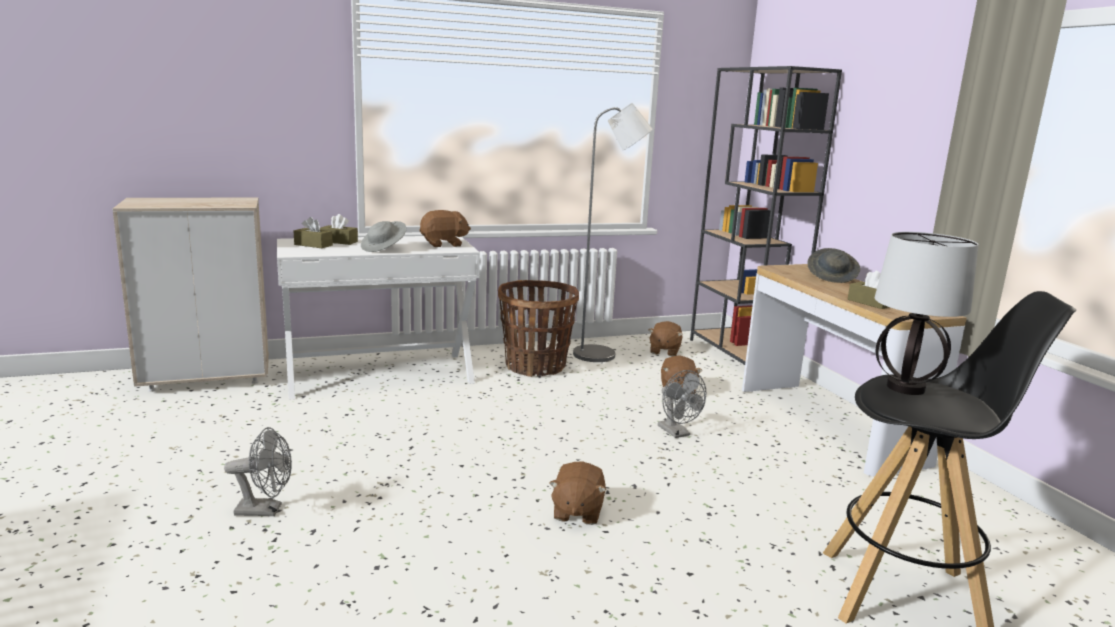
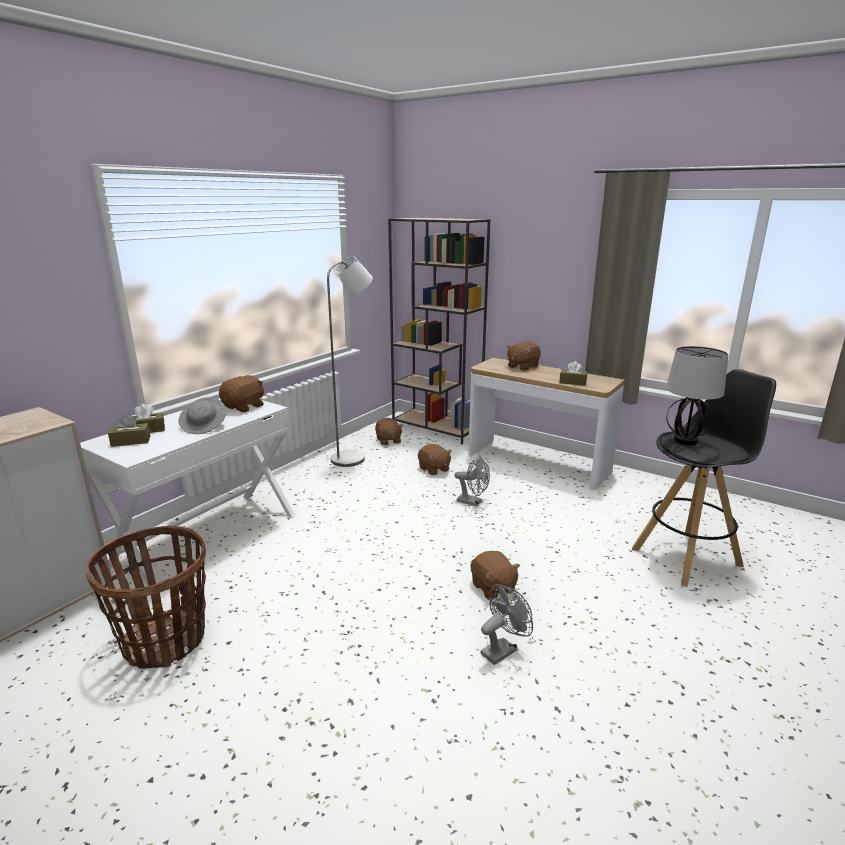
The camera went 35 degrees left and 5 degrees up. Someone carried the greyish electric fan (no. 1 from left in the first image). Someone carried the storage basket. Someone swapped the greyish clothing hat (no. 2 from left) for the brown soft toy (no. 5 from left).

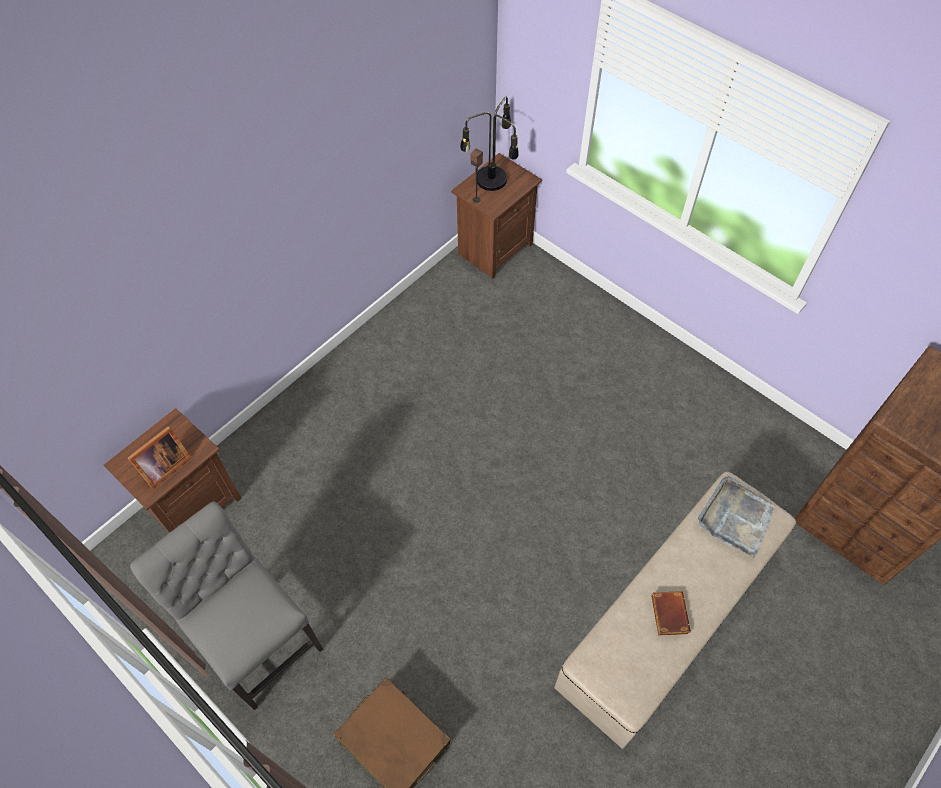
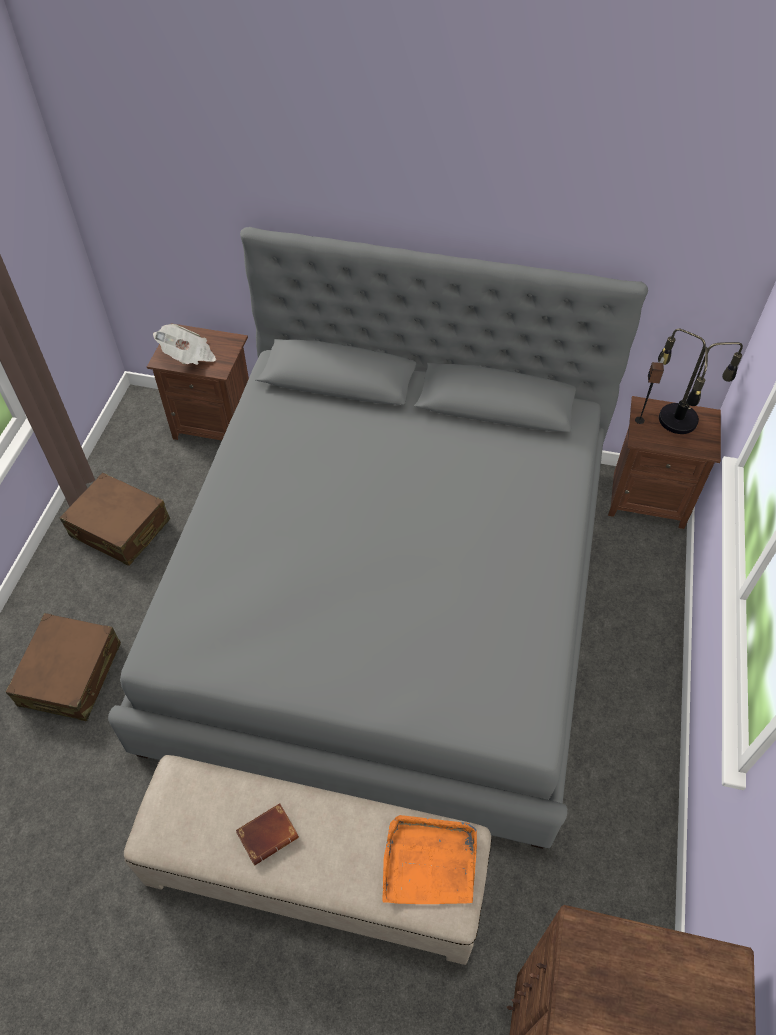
The camera went 60 degrees right and 5 degrees down. Someone swapped the picture frame for the daily paper. Someone swapped the greyish upright chair for the brown travel case (no. 2 from left). Someone repainted the greyish serving tray, which became the orangey serving tray. Someone put down the greyish bed.

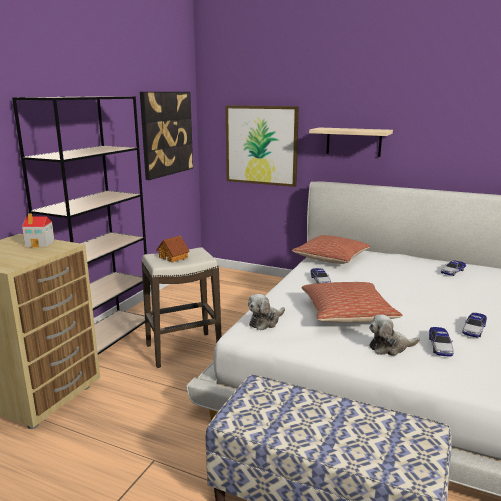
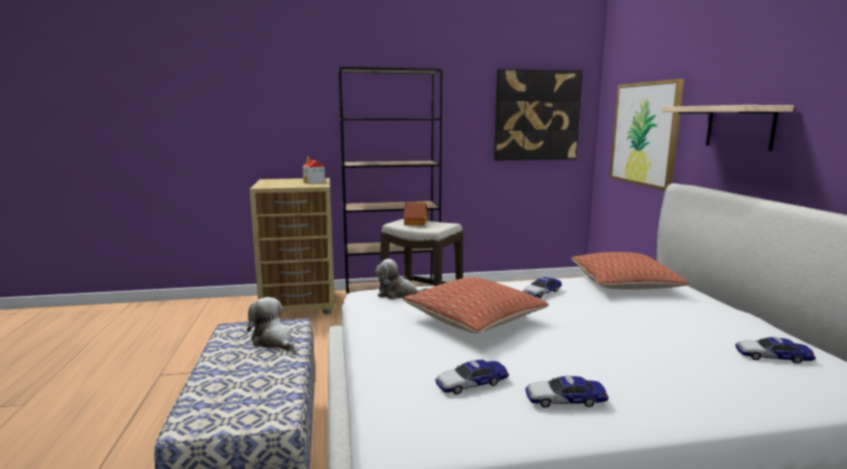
The camera went 55 degrees right and 5 degrees down. Someone carried the soft toy (no. 2 from left in the first image).

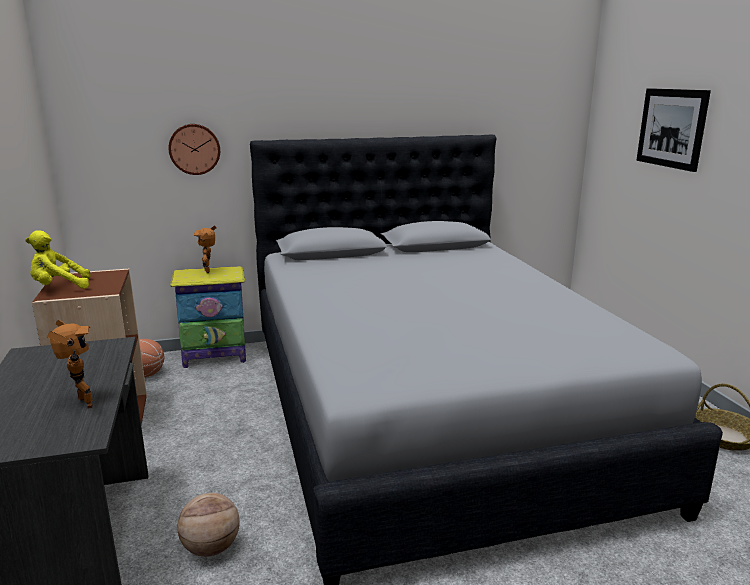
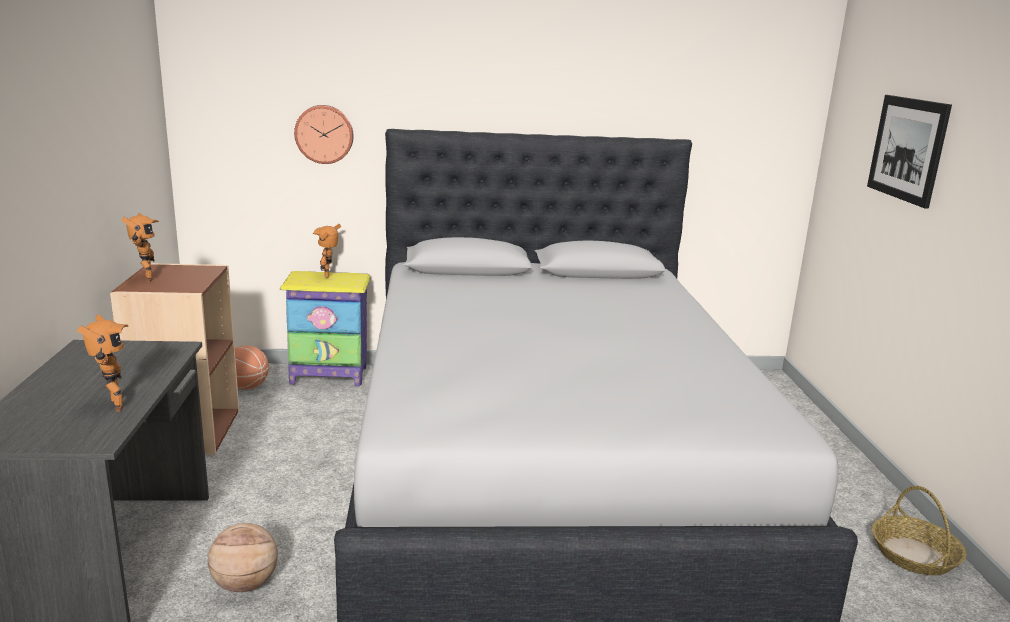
The camera went 10 degrees right and 0 degrees up. Someone swapped the yellow soft toy for the model robot (no. 2 from left).

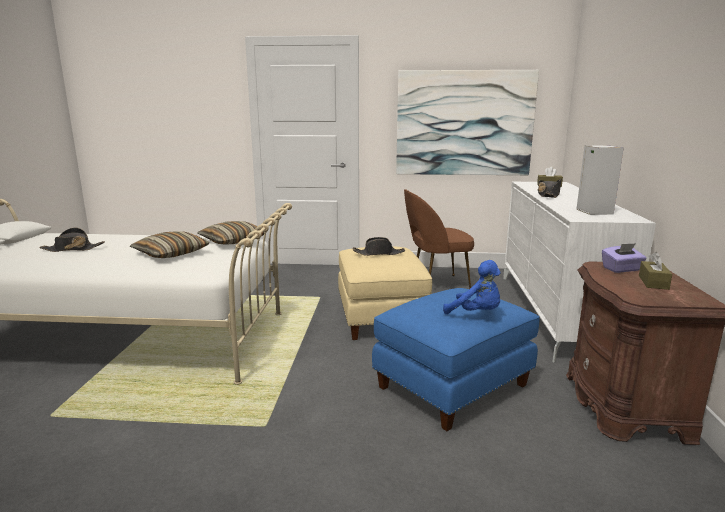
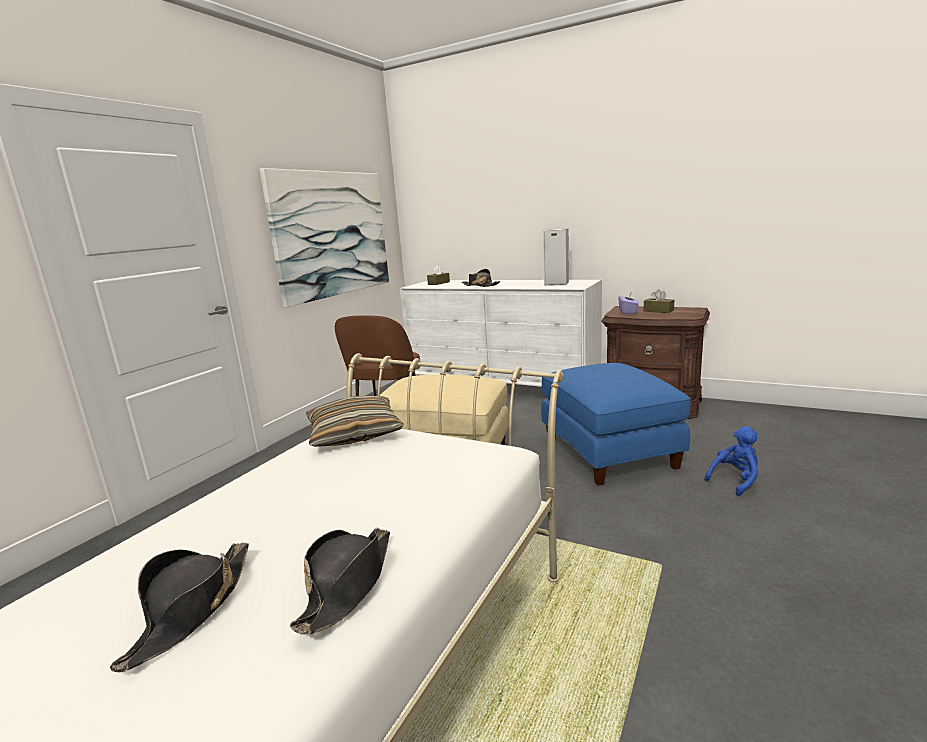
The camera went 65 degrees left and 0 degrees up. Someone took away the throw pillow (no. 1 from left). Someone carried the black clothing hat (no. 2 from left). Someone carried the bluish soft toy.

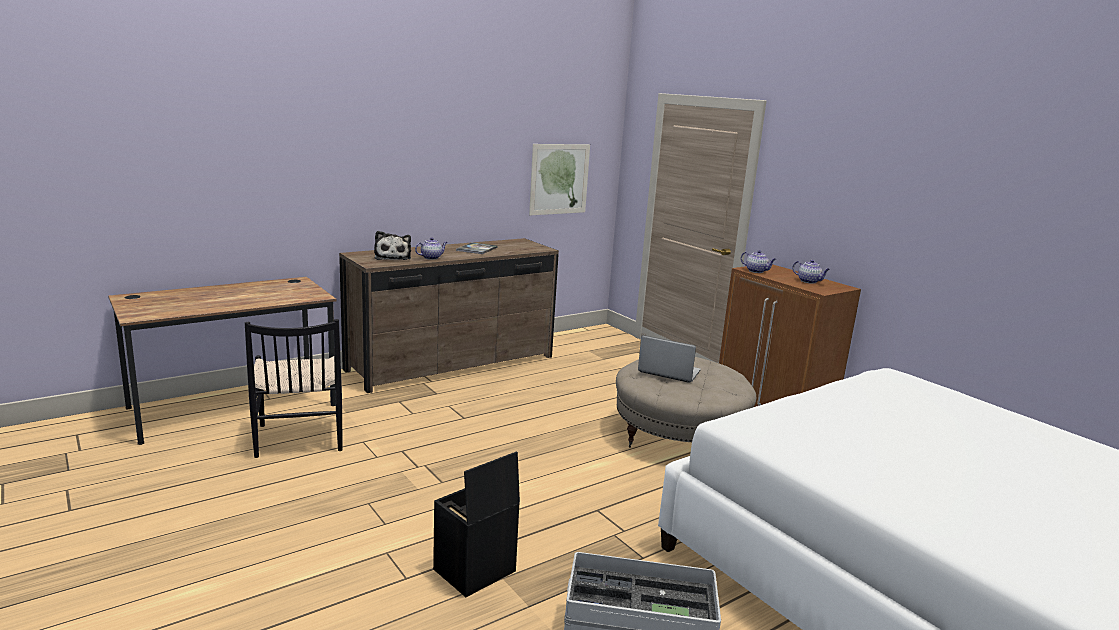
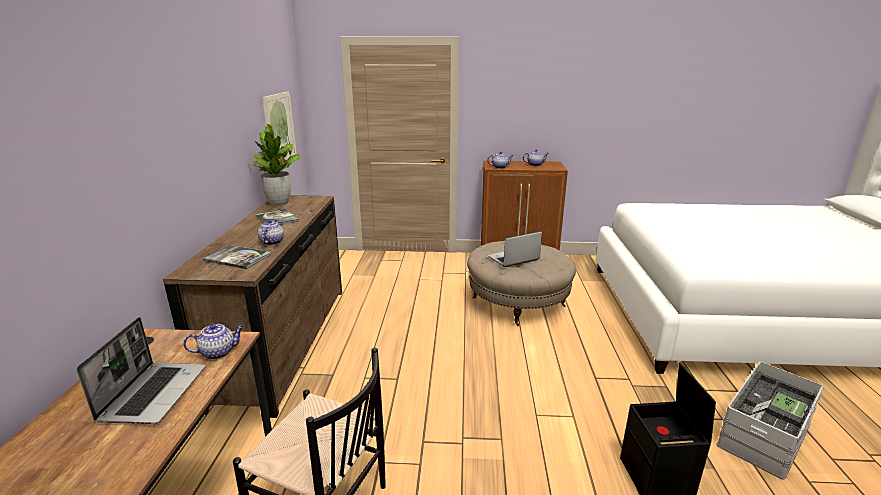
The camera went 50 degrees left and 5 degrees up. Someone swapped the soft toy for the book (no. 1 from left). Someone put down the portable computer (no. 1 from left). Someone put down the tea pot (no. 1 from left). Someone put down the houseplant.

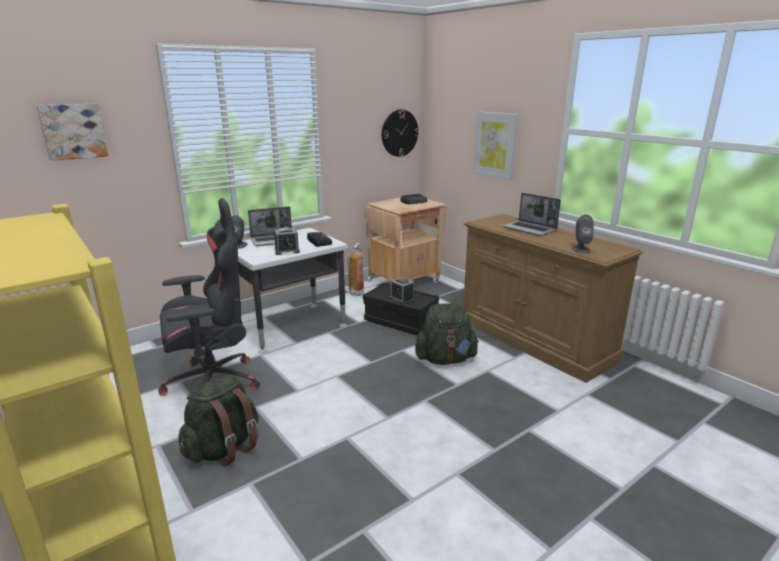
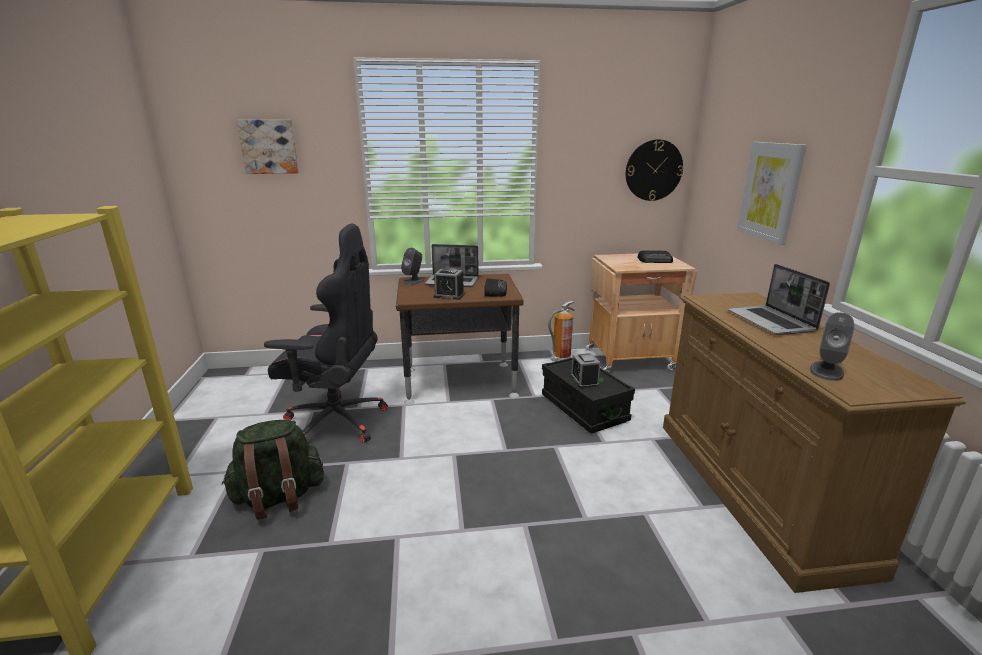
The camera went 30 degrees right and 0 degrees up. Someone repainted the whitish desk table, which became the brown desk table. Someone took away the green-coloured knapsack (no. 2 from left).

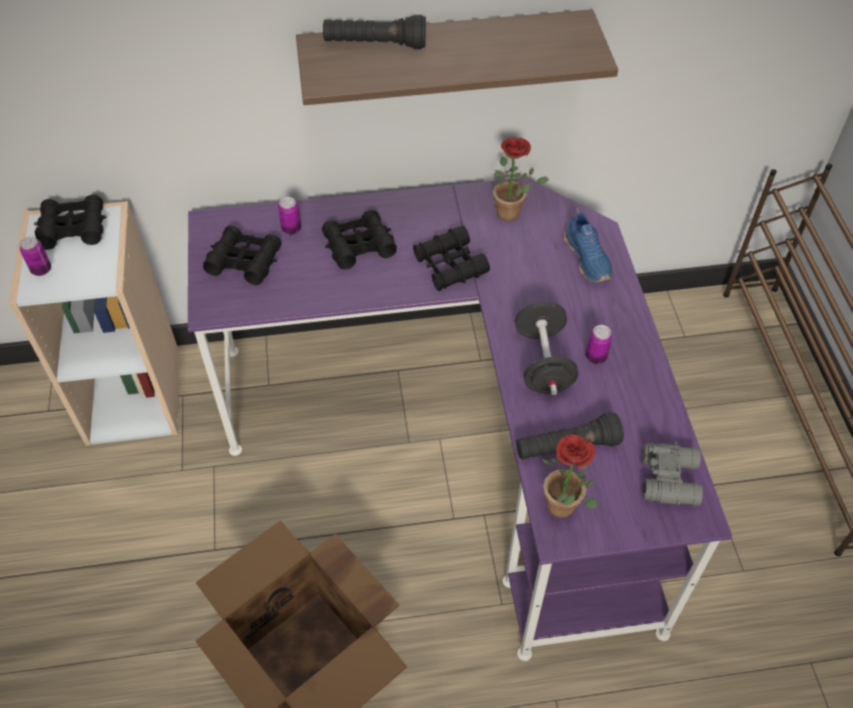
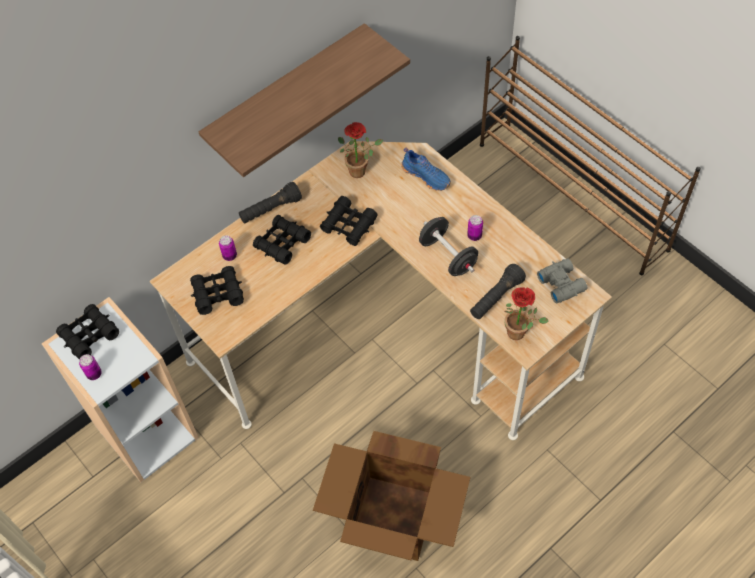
The camera went 30 degrees left and 5 degrees up. Someone repainted the purplish desk table, which became the beige-coloured desk table. Someone carried the black hand torch (no. 1 from left).

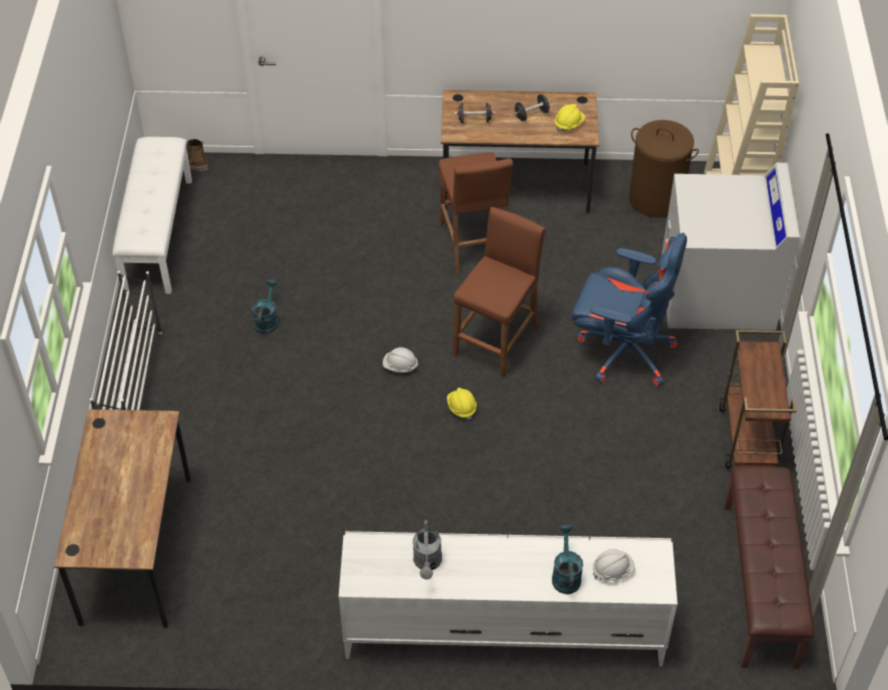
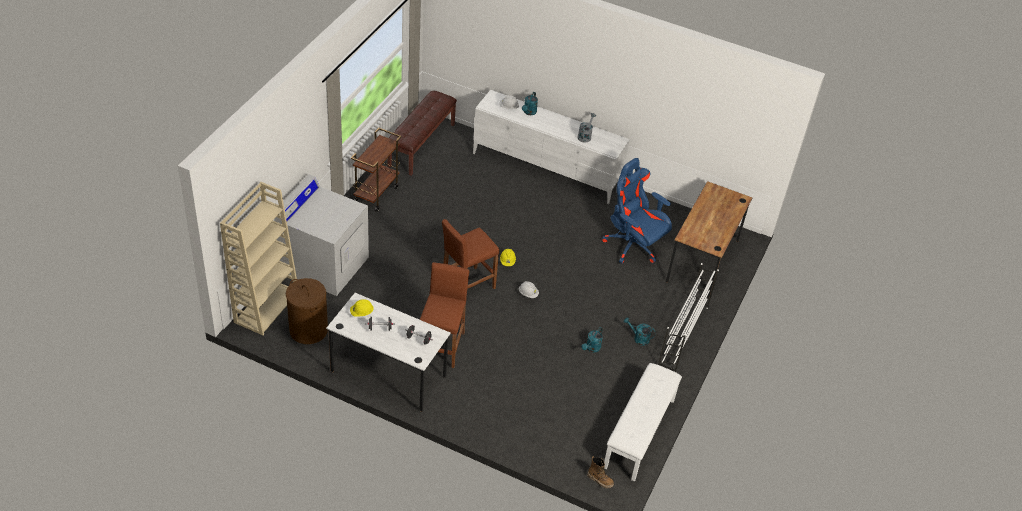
The camera went 160 degrees left and 5 degrees down. Someone repainted the brown desk table (no. 2 from left), which became the whitish desk table. Someone carried the bluish desk chair. Someone put down the turquoise-coloured sprinkling can (no. 3 from left).

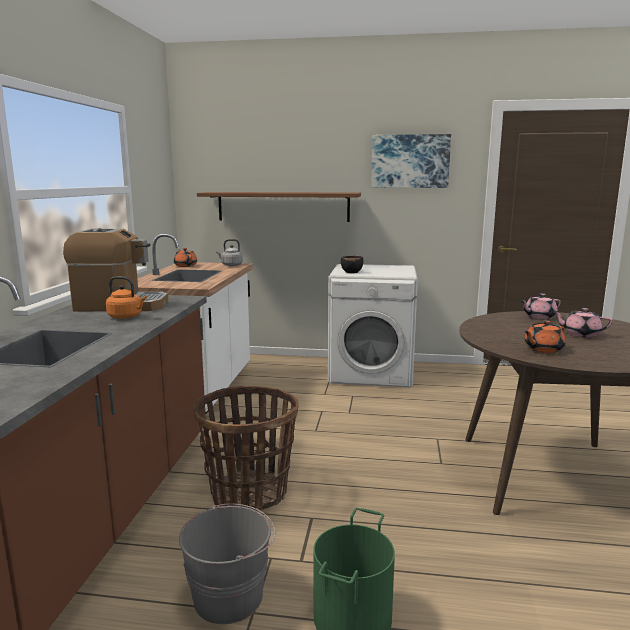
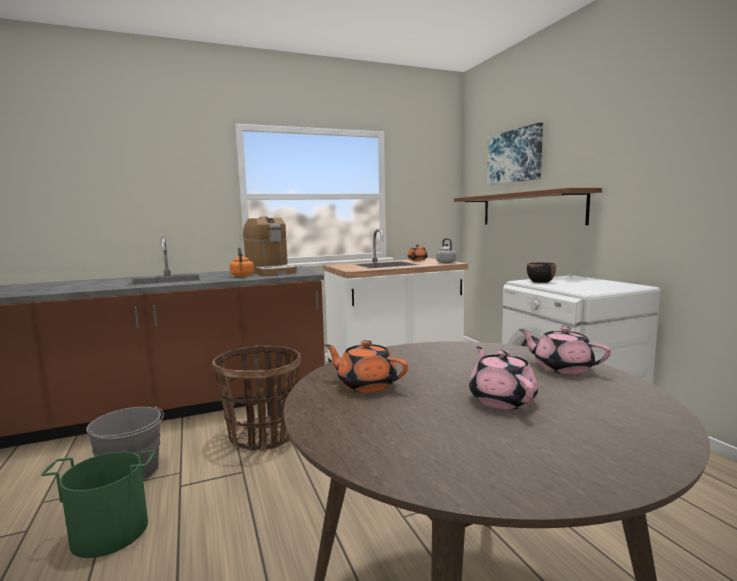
The camera went 60 degrees right and 5 degrees down. Someone carried the wall art.

